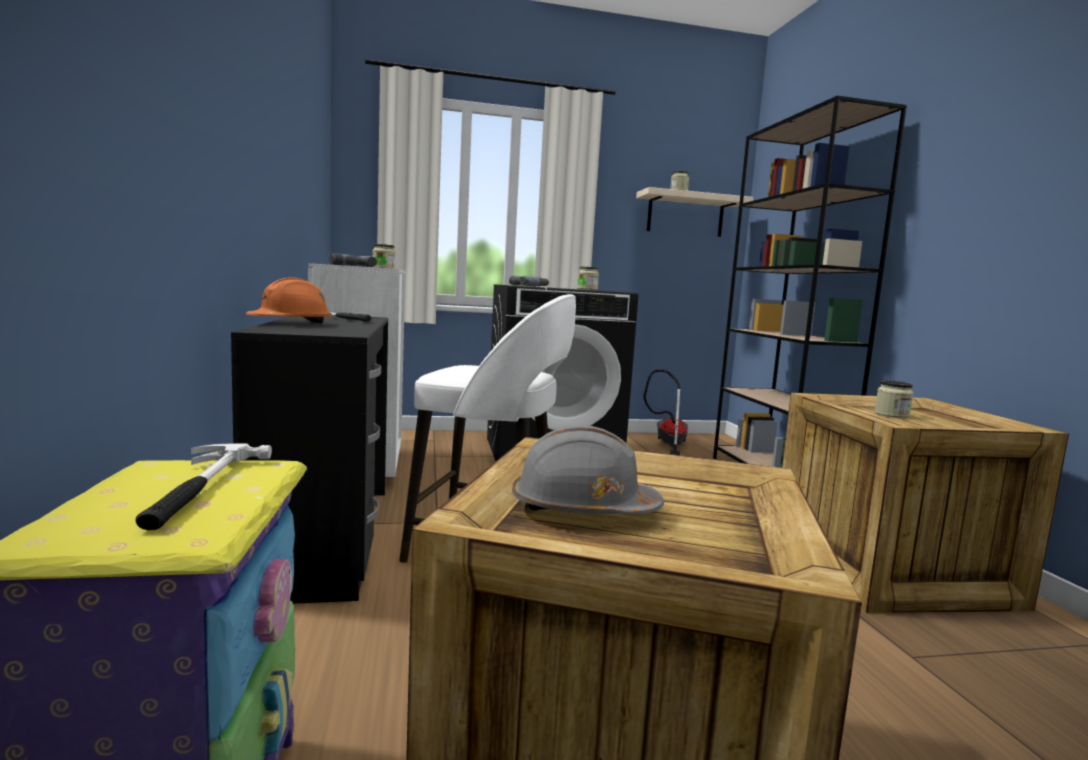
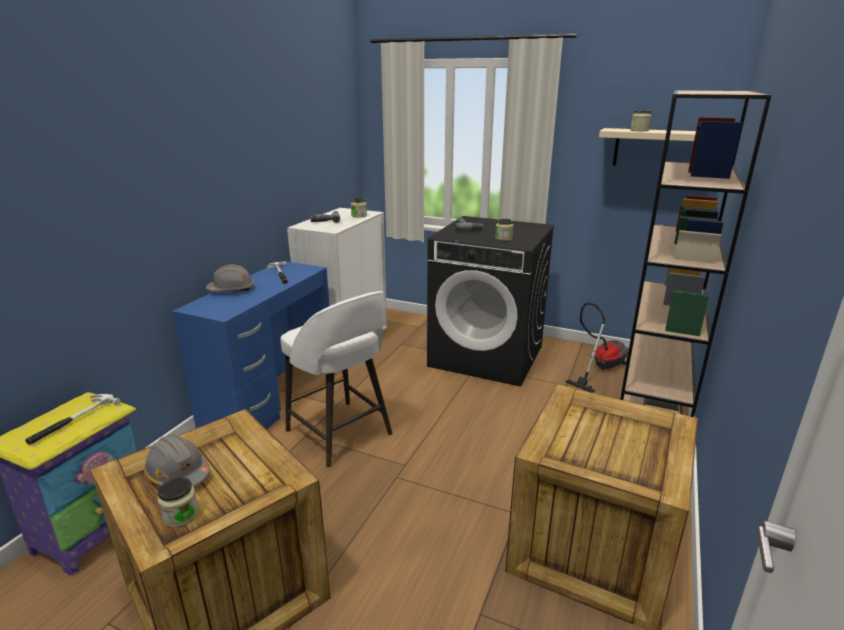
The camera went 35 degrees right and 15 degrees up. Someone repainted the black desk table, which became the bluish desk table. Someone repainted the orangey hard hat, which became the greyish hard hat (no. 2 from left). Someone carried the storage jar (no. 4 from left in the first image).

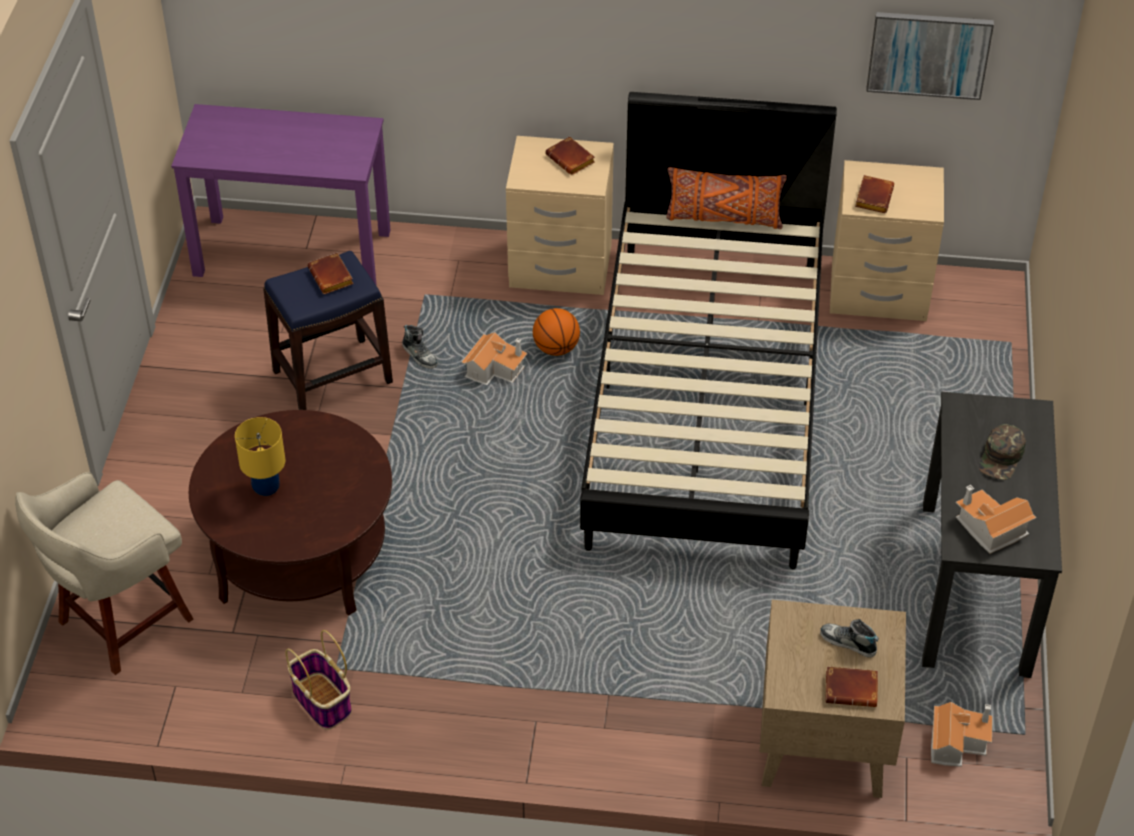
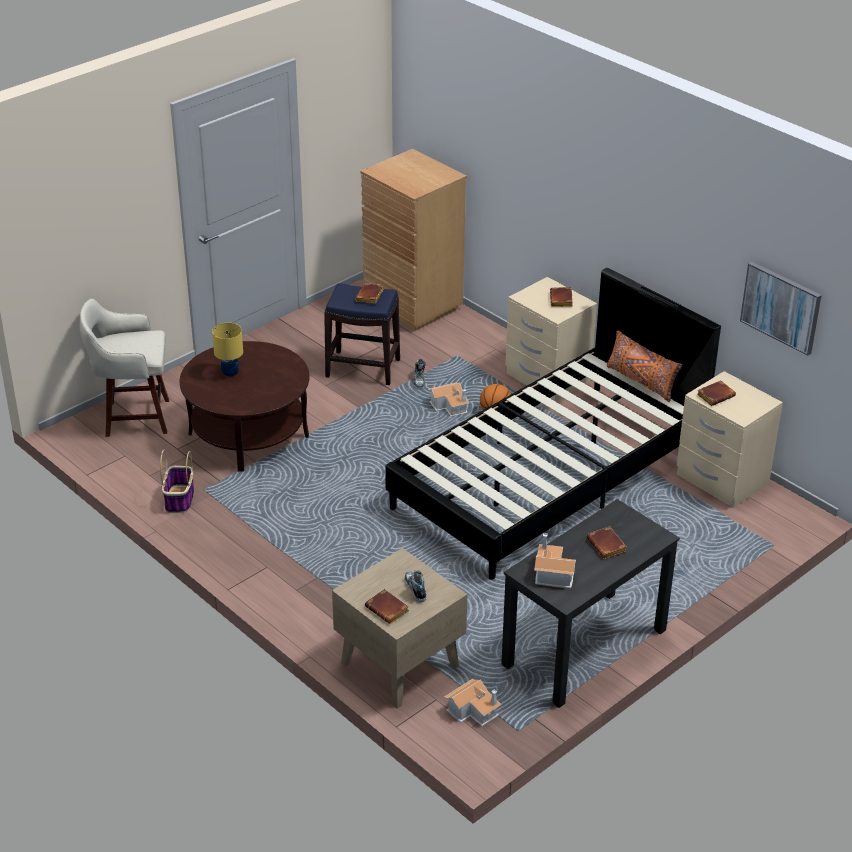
The camera went 40 degrees right and 10 degrees down. Someone swapped the purplish desk table for the brown drawer chest. Someone swapped the green-coloured baseball cap for the brown book (no. 4 from left).

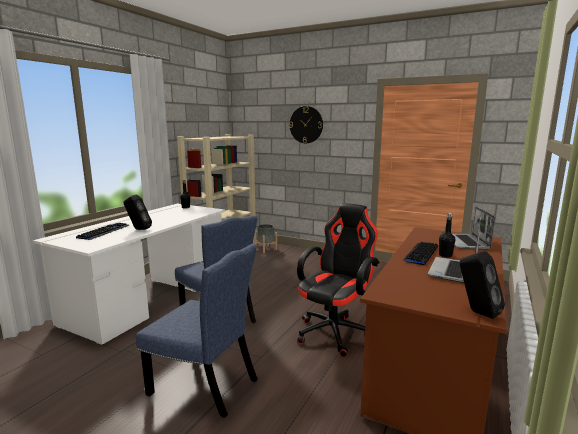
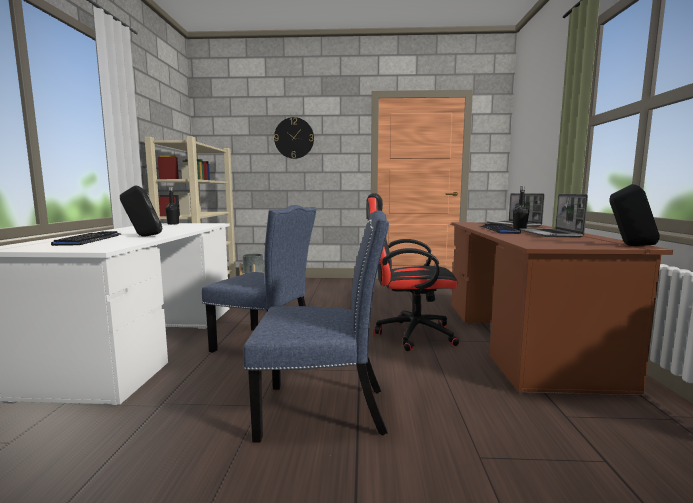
The camera went 25 degrees left and 5 degrees down. Someone rotated the black desk chair by 90 degrees counterclockwise.

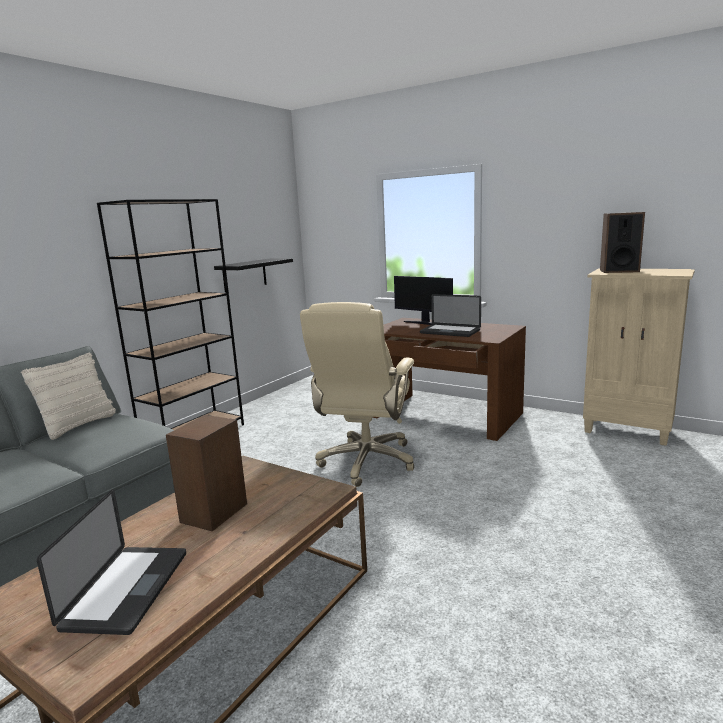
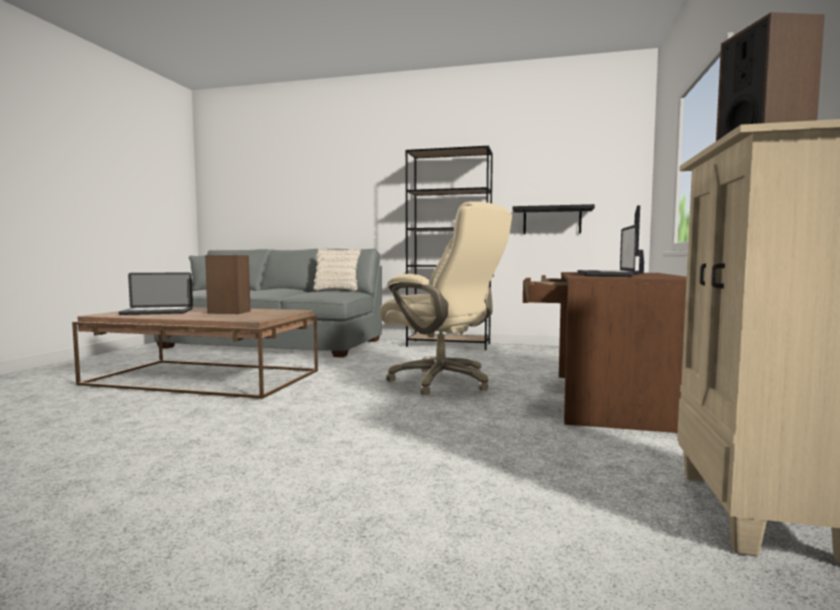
The camera went 70 degrees right and 10 degrees down. Someone rotated the beige-coloured desk chair by 135 degrees counterclockwise.

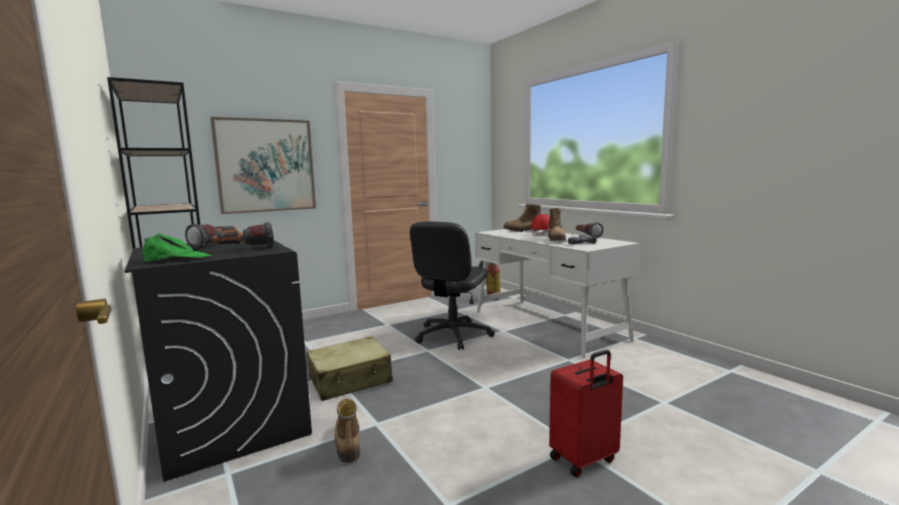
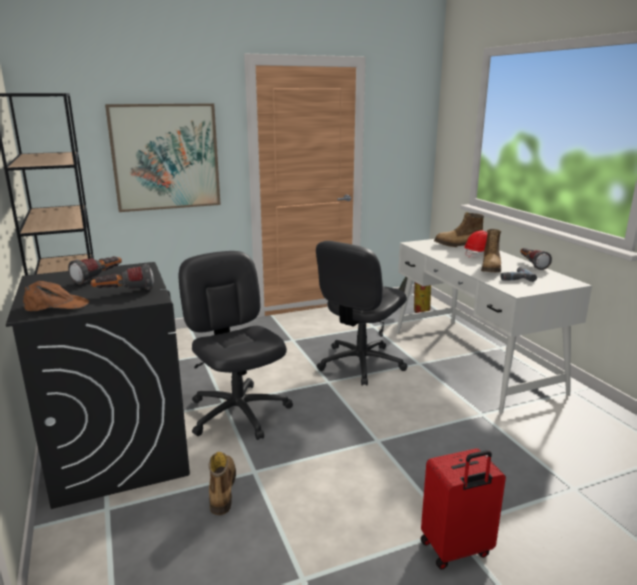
The camera went 10 degrees right and 10 degrees up. Someone repainted the green-coloured baseball cap, which became the brown baseball cap. Someone swapped the beige-coloured travel case for the black desk chair (no. 1 from left).

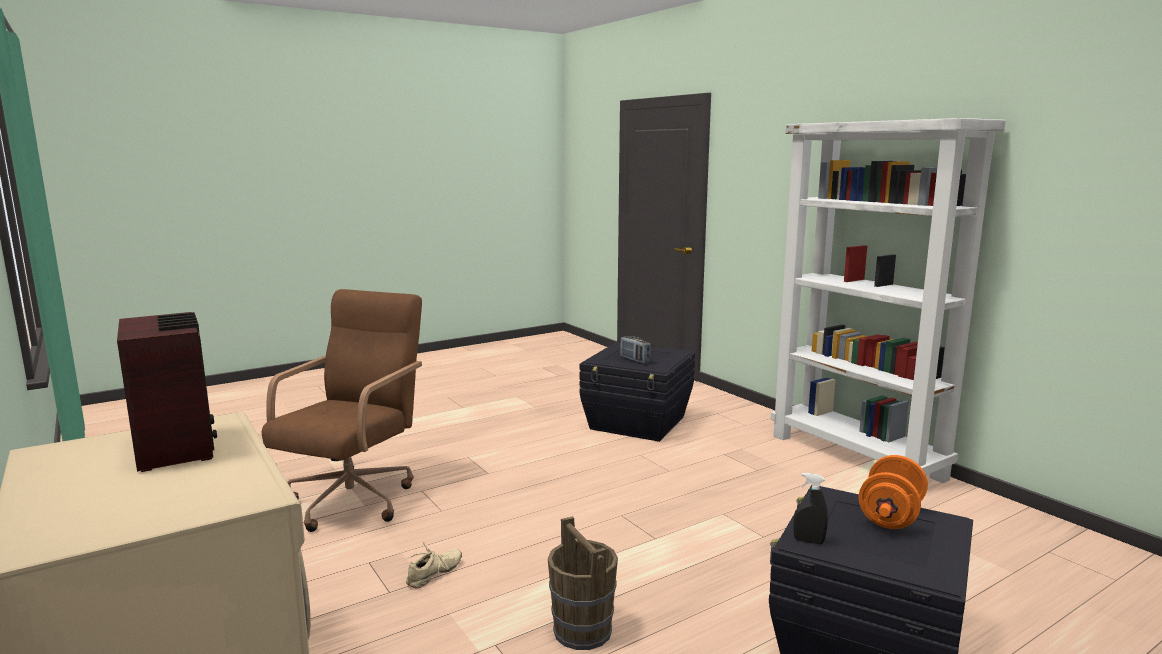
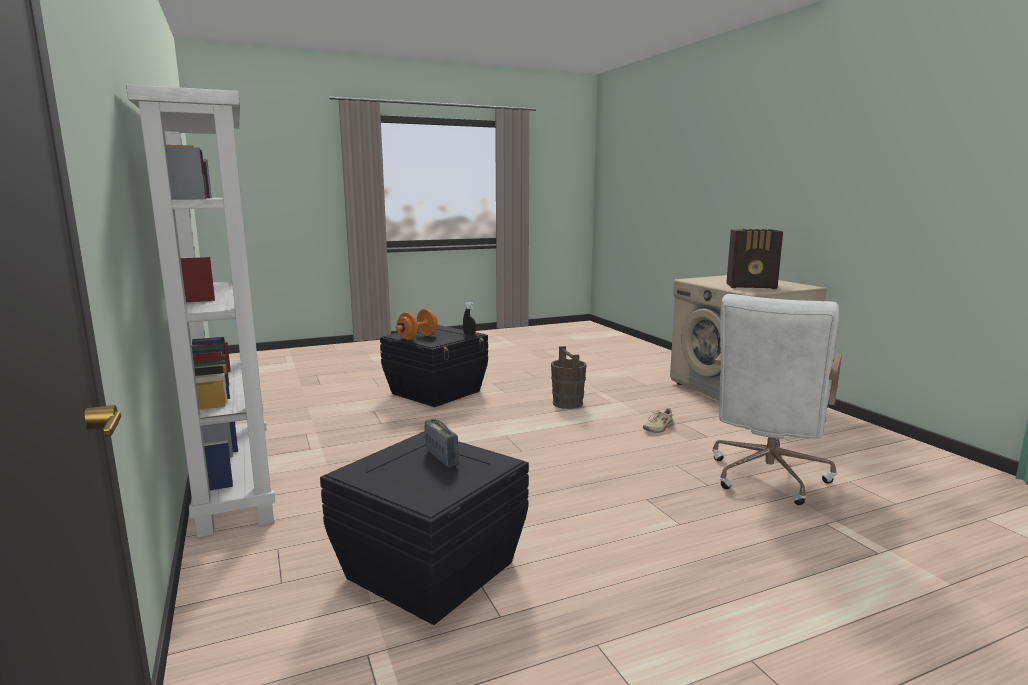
The camera went 170 degrees left and 0 degrees up. Someone rotated the radio receiver (no. 1 from left in the first image) by 60 degrees counterclockwise. Someone repainted the brown desk chair, which became the whitish desk chair.

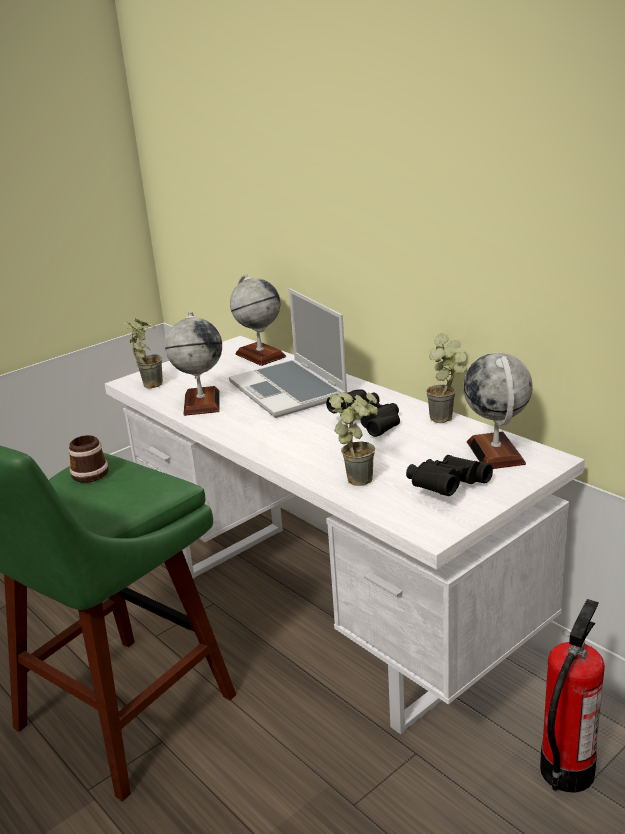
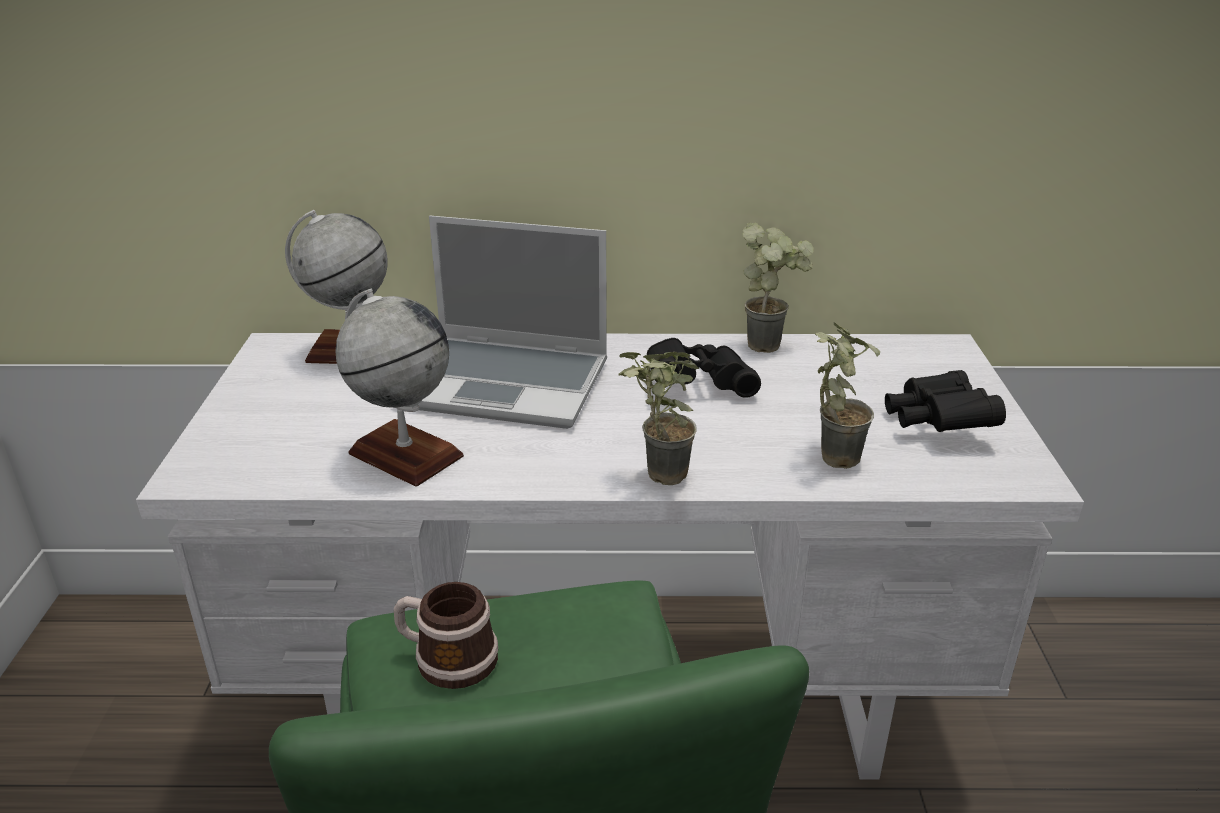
The camera went 50 degrees left and 5 degrees up. Someone carried the houseplant (no. 1 from left). Someone took away the globe (no. 3 from left). Someone took away the fire extinguisher.

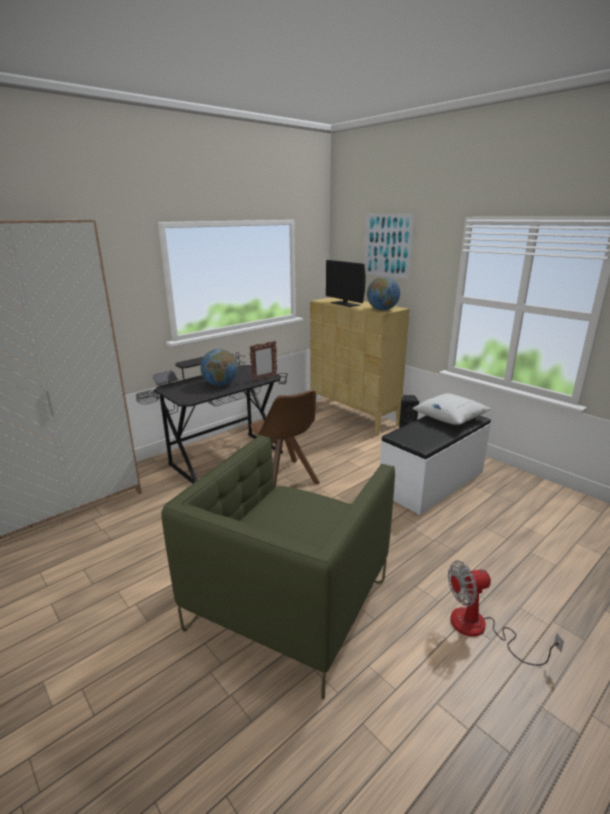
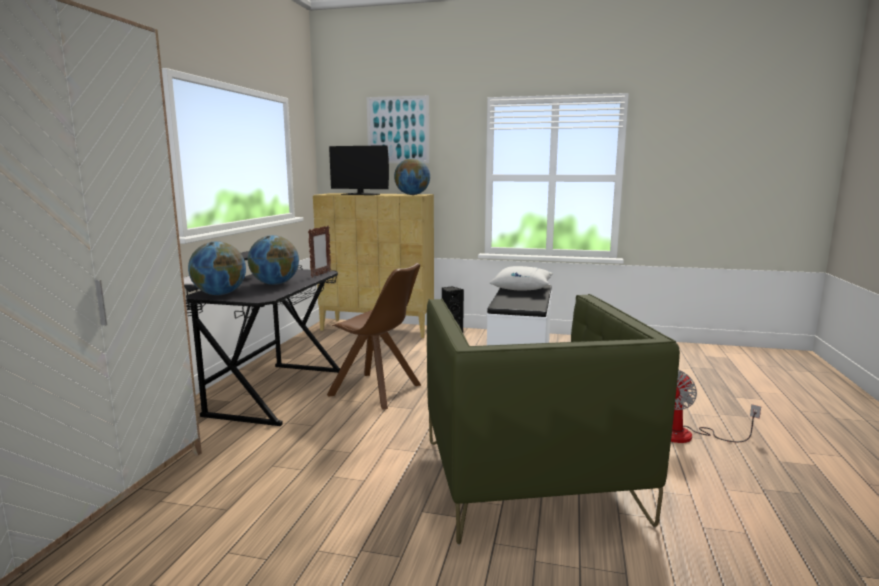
The camera went 35 degrees left and 10 degrees down. Someone put down the globe (no. 1 from left).

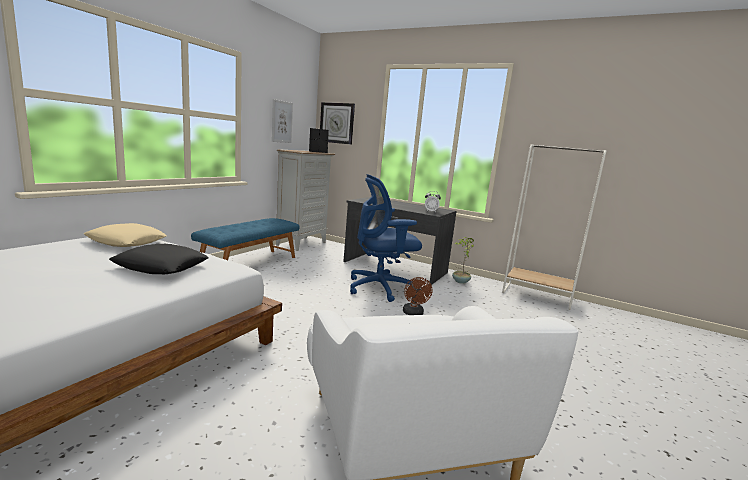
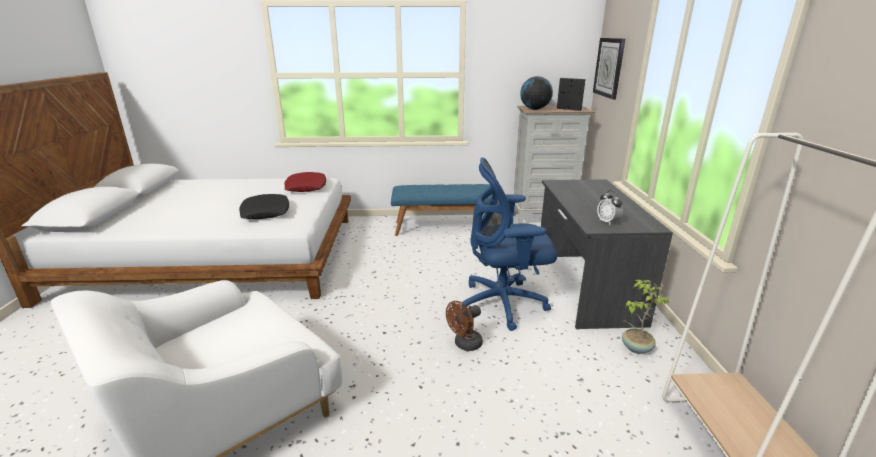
The camera went 60 degrees right and 10 degrees up. Someone repainted the beige-coloured throw pillow, which became the red-coloured throw pillow. Someone took away the wall art. Someone rotated the bluish desk chair by 45 degrees counterclockwise. Someone put down the globe.

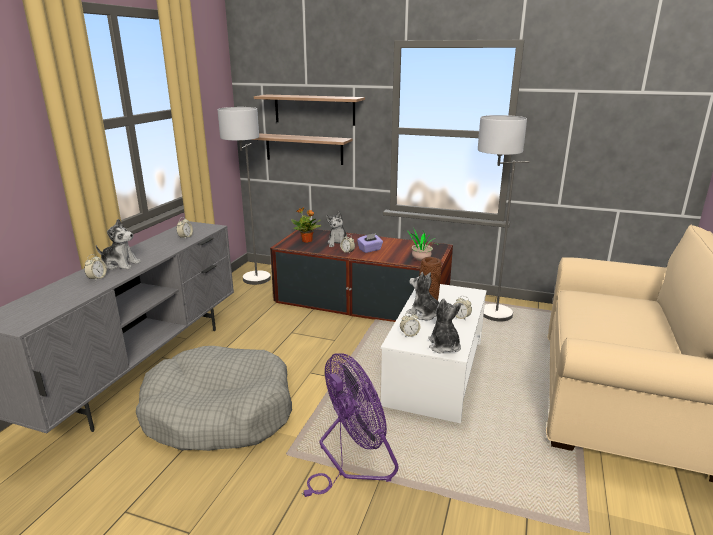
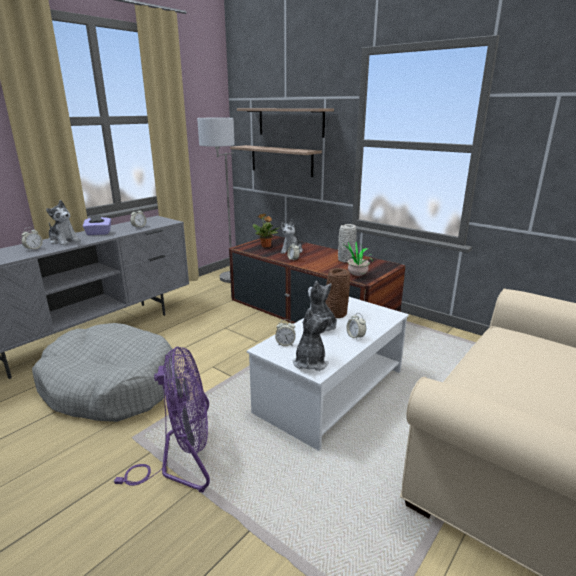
The camera went 20 degrees right and 0 degrees up. Someone carried the purplish tissue box. Someone took away the greyish standard lamp (no. 2 from left). Someone put down the greyish decorative vase.

